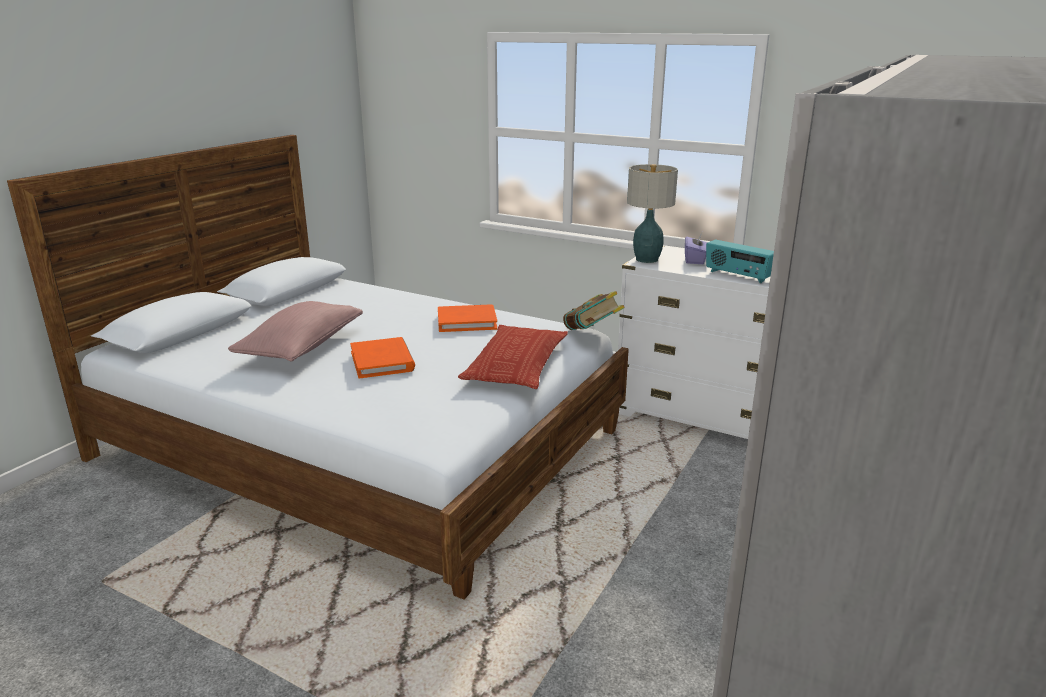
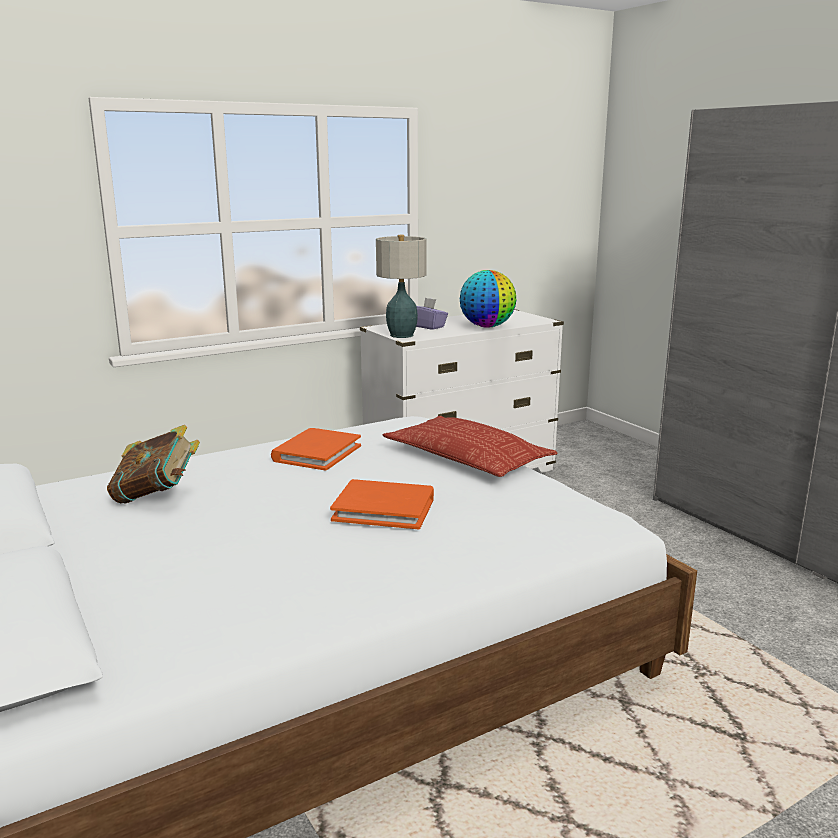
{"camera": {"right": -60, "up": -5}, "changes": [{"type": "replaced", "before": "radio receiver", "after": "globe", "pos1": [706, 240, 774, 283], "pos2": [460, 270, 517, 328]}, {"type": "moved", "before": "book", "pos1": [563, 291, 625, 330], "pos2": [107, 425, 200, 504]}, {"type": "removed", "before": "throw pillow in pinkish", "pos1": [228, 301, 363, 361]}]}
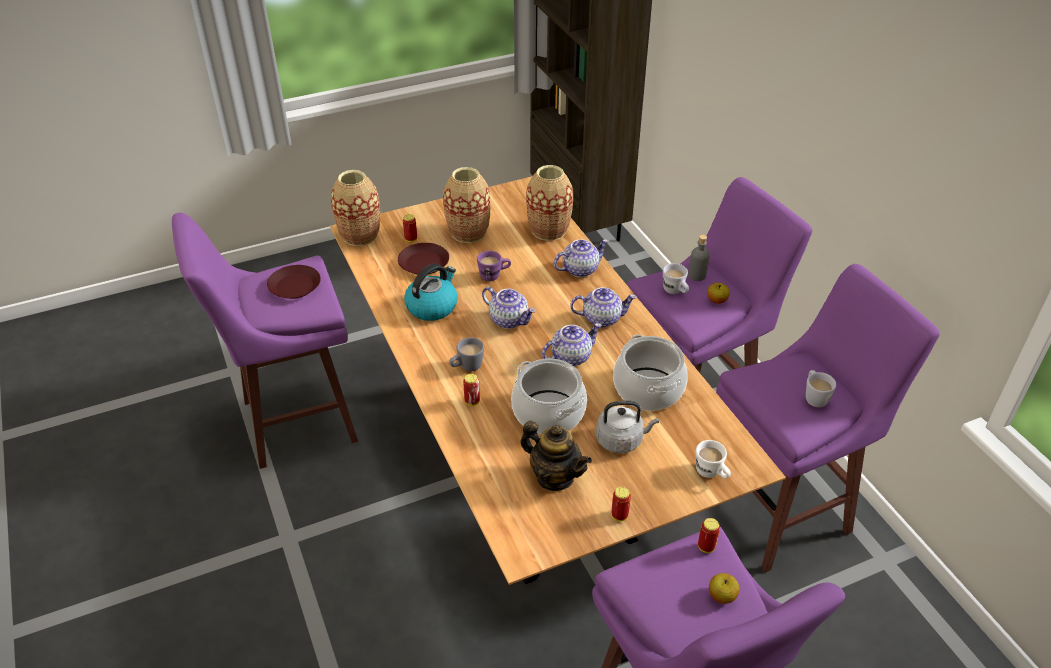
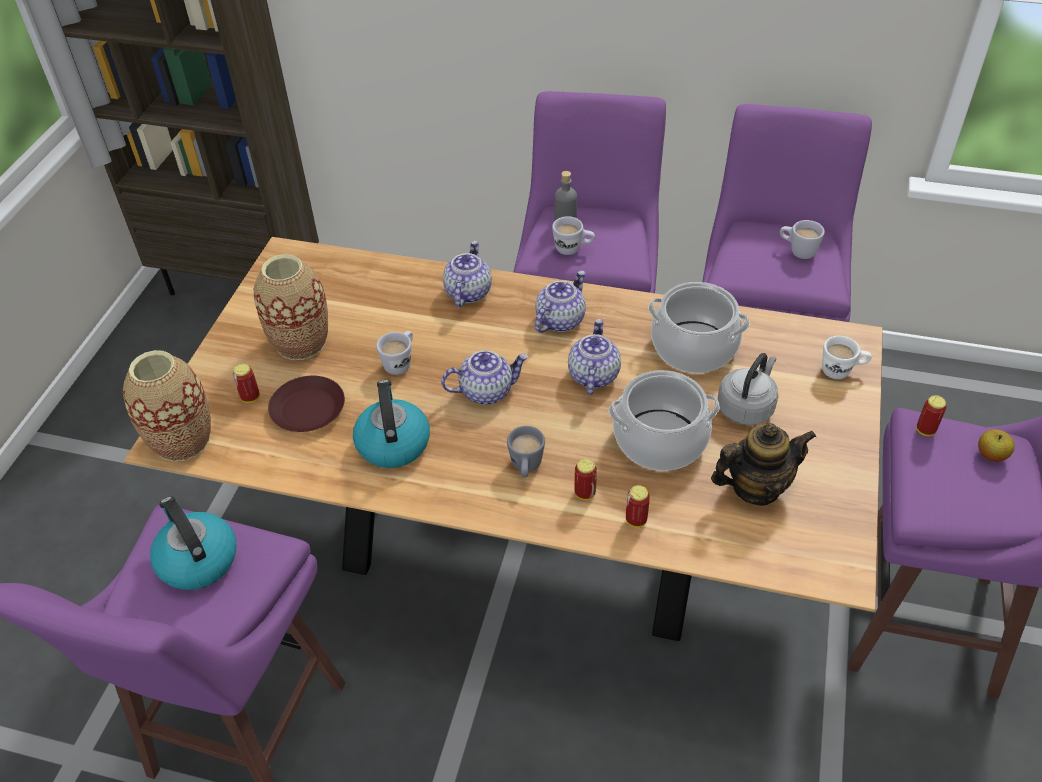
{"camera": {"right": -50, "up": 5}, "changes": [{"type": "removed", "before": "vase", "pos1": [526, 165, 573, 241]}, {"type": "recoloured", "before": "tea mug in purplish", "after": "tea mug in white", "pos1": [477, 251, 511, 281], "pos2": [376, 331, 413, 375]}, {"type": "replaced", "before": "flat dish in brown-coloured", "after": "water kettle", "pos1": [267, 265, 321, 299], "pos2": [150, 496, 236, 590]}, {"type": "removed", "before": "apple fruit", "pos1": [707, 283, 730, 304]}, {"type": "moved", "before": "can", "pos1": [612, 486, 631, 521], "pos2": [626, 485, 650, 528]}]}
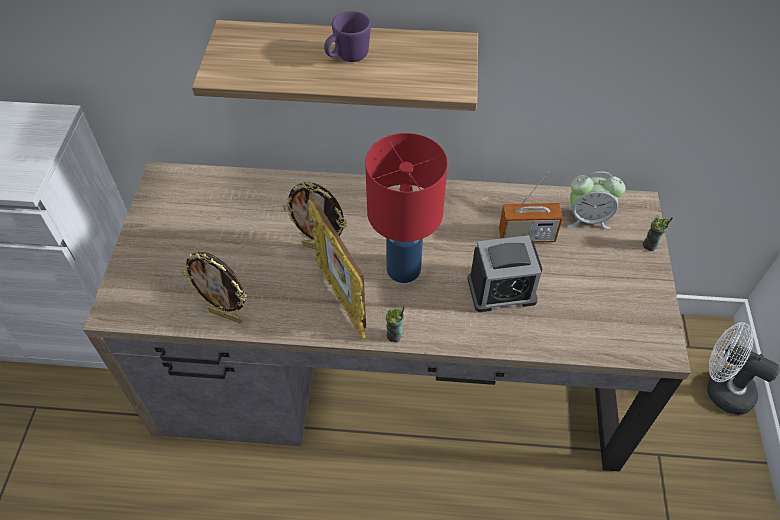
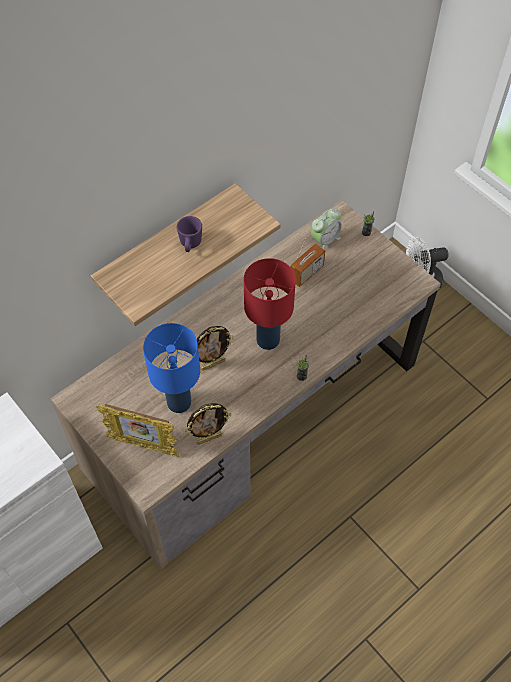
{"camera": {"right": -45, "up": 5}, "changes": [{"type": "moved", "before": "picture frame", "pos1": [307, 200, 366, 340], "pos2": [96, 404, 179, 457]}, {"type": "removed", "before": "bedside clock", "pos1": [467, 235, 542, 312]}, {"type": "added", "after": "lamp for a table in blue", "pos2": [143, 323, 200, 413]}]}
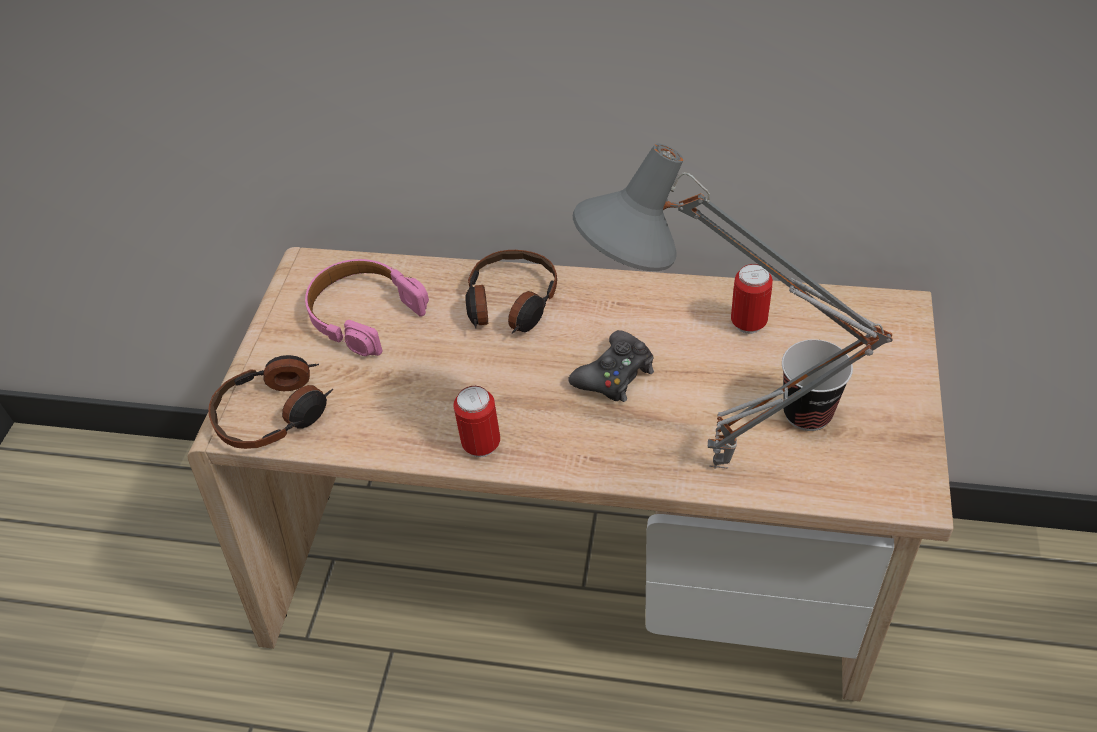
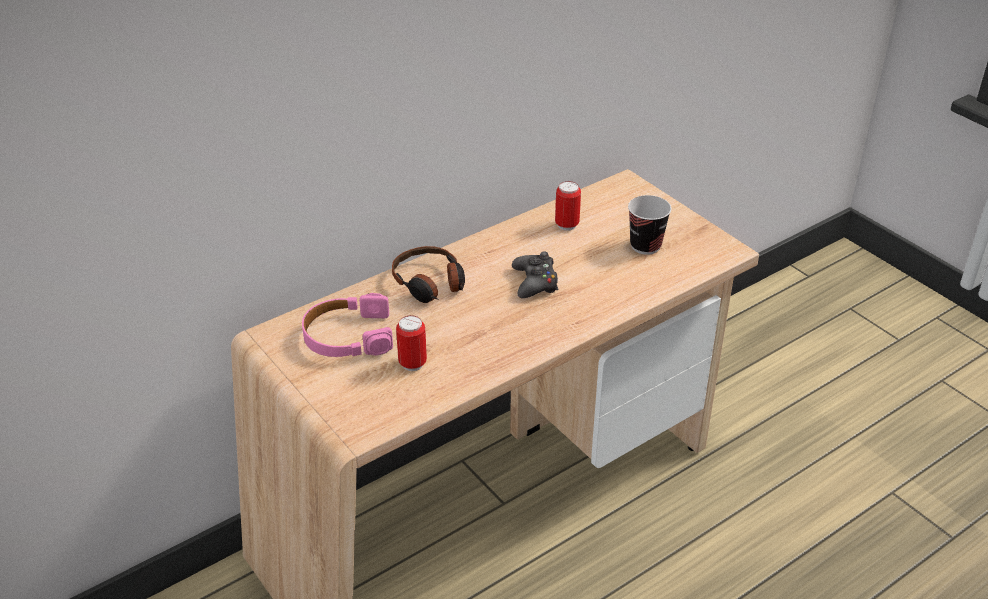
{"camera": {"right": -50, "up": -10}, "changes": [{"type": "removed", "before": "lamp for a table in greyish", "pos1": [573, 144, 893, 469]}, {"type": "removed", "before": "headphones", "pos1": [208, 355, 333, 449]}, {"type": "moved", "before": "can", "pos1": [454, 386, 500, 457], "pos2": [396, 315, 427, 371]}]}
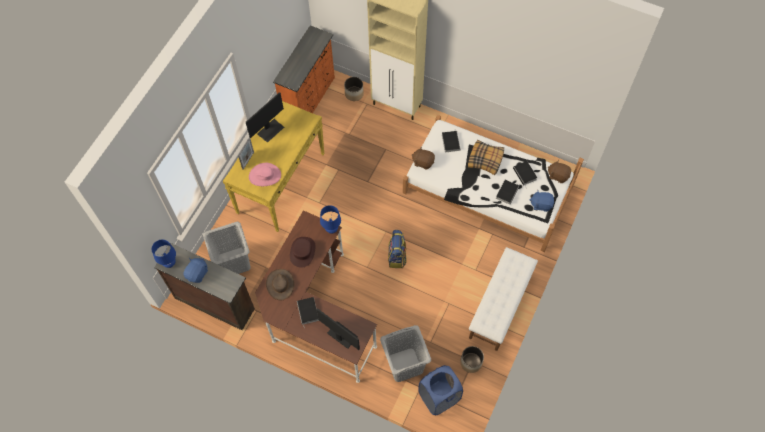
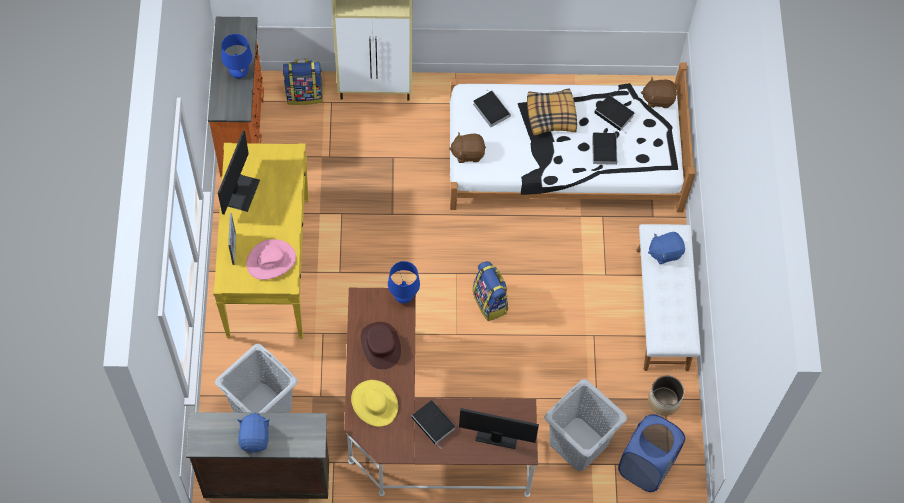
{"camera": {"right": -30, "up": 0}, "changes": [{"type": "replaced", "before": "plant pot", "after": "backpack", "pos1": [344, 77, 364, 101], "pos2": [283, 59, 323, 105]}, {"type": "moved", "before": "soft toy in blue", "pos1": [529, 190, 554, 212], "pos2": [648, 232, 685, 264]}, {"type": "moved", "before": "lamp for a table in blue", "pos1": [152, 239, 176, 268], "pos2": [221, 34, 252, 79]}, {"type": "recoloured", "before": "hat in brown-coloured", "after": "hat in yellowish", "pos1": [266, 269, 295, 301], "pos2": [351, 380, 398, 427]}]}
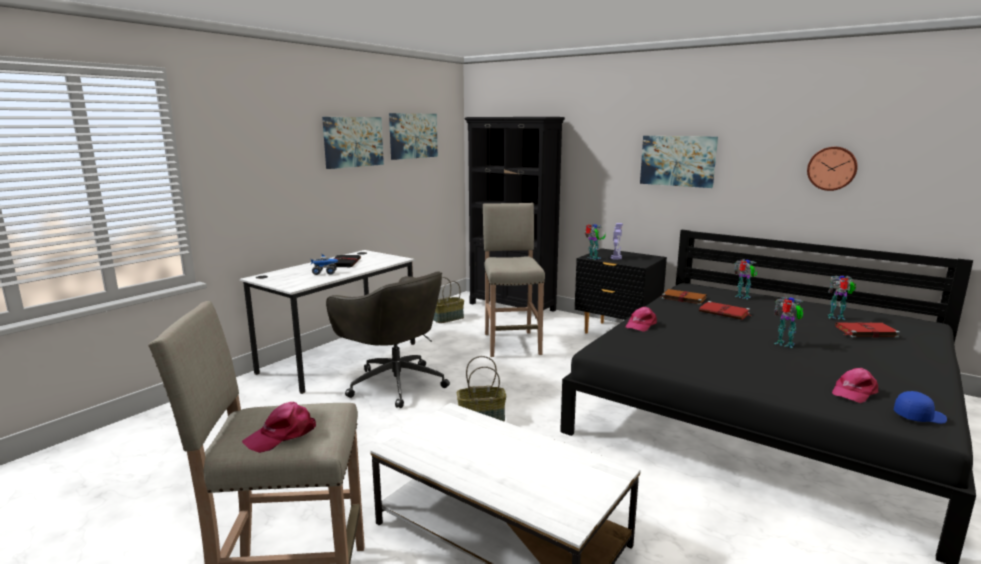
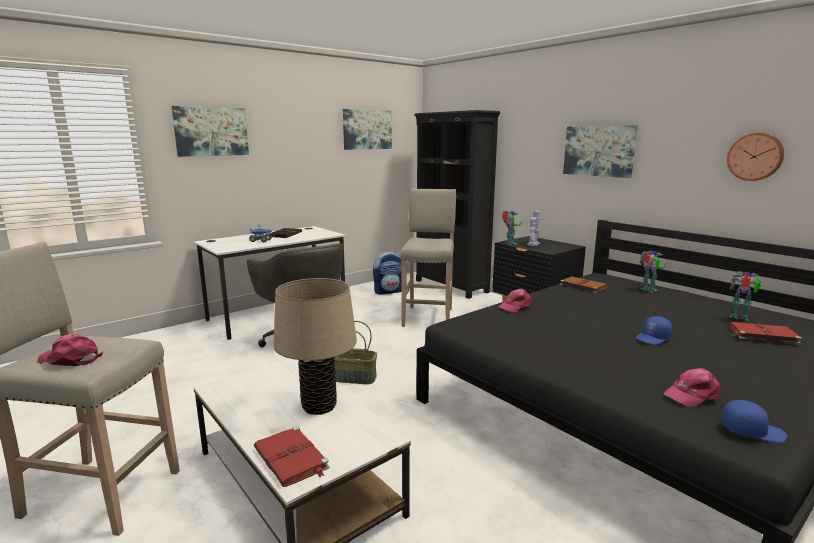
{"camera": {"right": 15, "up": 0}, "changes": [{"type": "moved", "before": "wall picture", "pos1": [322, 117, 384, 169], "pos2": [171, 106, 249, 157]}, {"type": "replaced", "before": "basket", "after": "backpack", "pos1": [433, 277, 464, 323], "pos2": [373, 252, 402, 295]}, {"type": "replaced", "before": "model robot", "after": "cap in blue", "pos1": [774, 296, 804, 348], "pos2": [636, 316, 672, 345]}, {"type": "moved", "before": "book in reddish", "pos1": [699, 301, 752, 320], "pos2": [254, 426, 330, 487]}, {"type": "turned", "before": "cap in pinkish", "pos1": [242, 402, 316, 453], "pos2": [37, 334, 103, 366], "turn": 45}, {"type": "added", "after": "lamp for a table in sand-coloured", "pos2": [274, 278, 357, 415]}]}
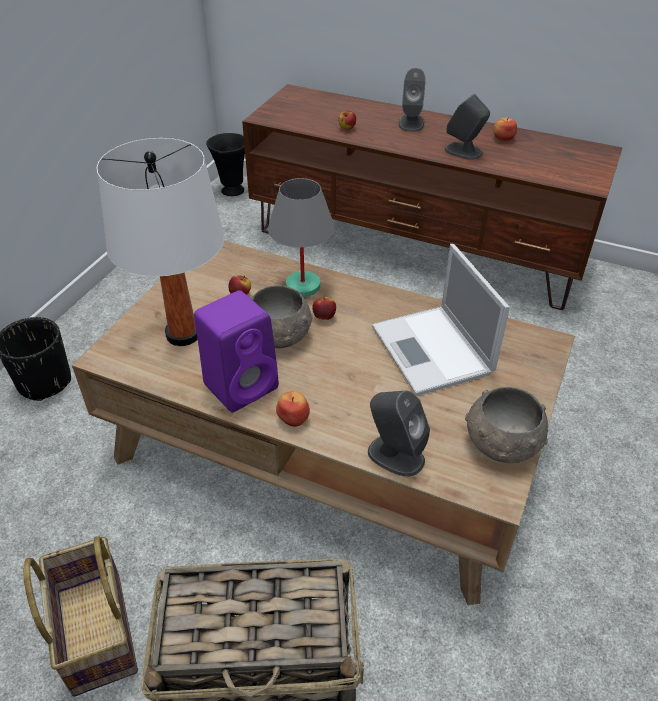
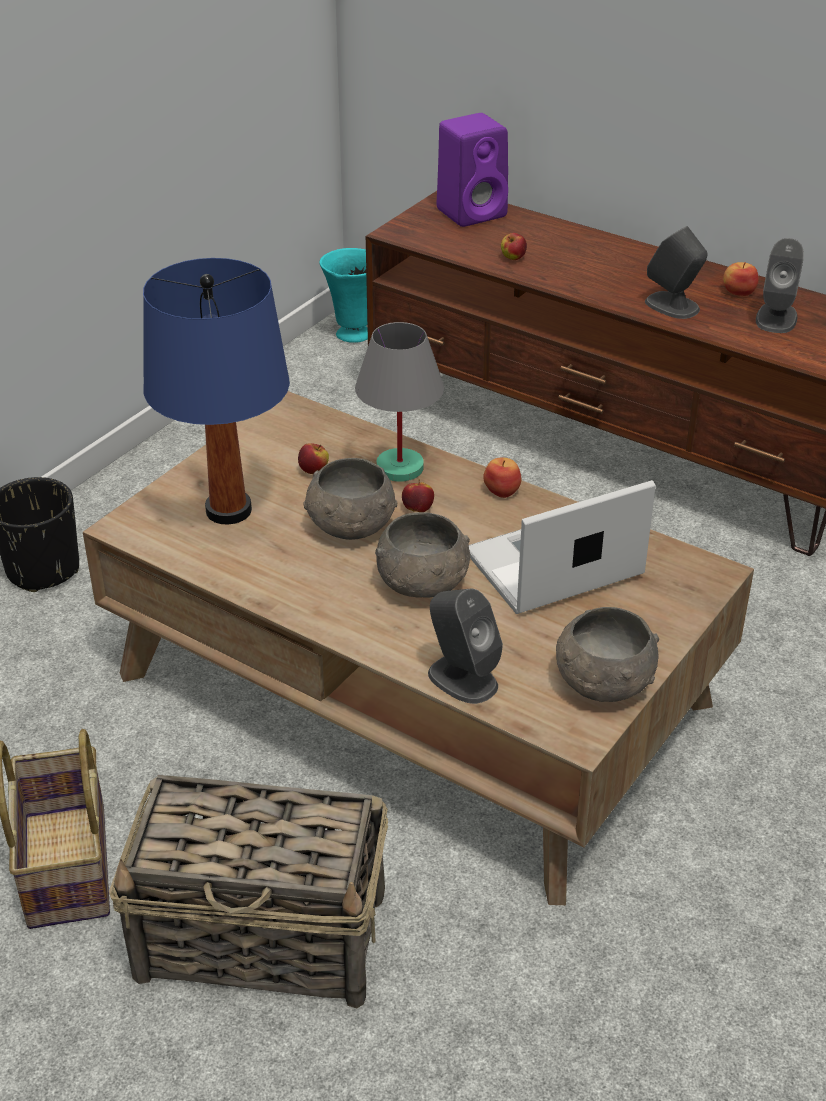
{"camera": {"right": 10, "up": -5}, "changes": [{"type": "moved", "before": "audio speaker in greyish", "pos1": [399, 68, 426, 132], "pos2": [756, 238, 804, 333]}, {"type": "recoloured", "before": "vase in black", "after": "vase in turquoise", "pos1": [206, 133, 245, 196], "pos2": [319, 248, 368, 343]}, {"type": "recoloured", "before": "lamp for a table in white", "after": "lamp for a table in blue", "pos1": [96, 138, 224, 346], "pos2": [143, 258, 290, 525]}, {"type": "turned", "before": "notebook computer", "pos1": [372, 244, 510, 396], "pos2": [469, 480, 656, 614], "turn": 75}, {"type": "moved", "before": "audio speaker in purplish", "pos1": [194, 290, 279, 412], "pos2": [437, 113, 508, 227]}, {"type": "moved", "before": "apple fruit", "pos1": [276, 391, 310, 427], "pos2": [483, 457, 521, 498]}, {"type": "added", "after": "bowl in greyish", "pos2": [375, 512, 470, 598]}]}
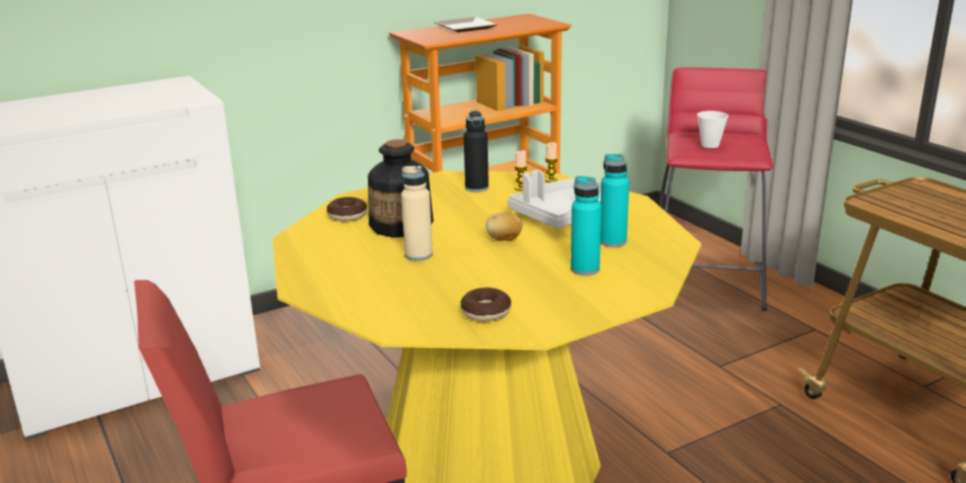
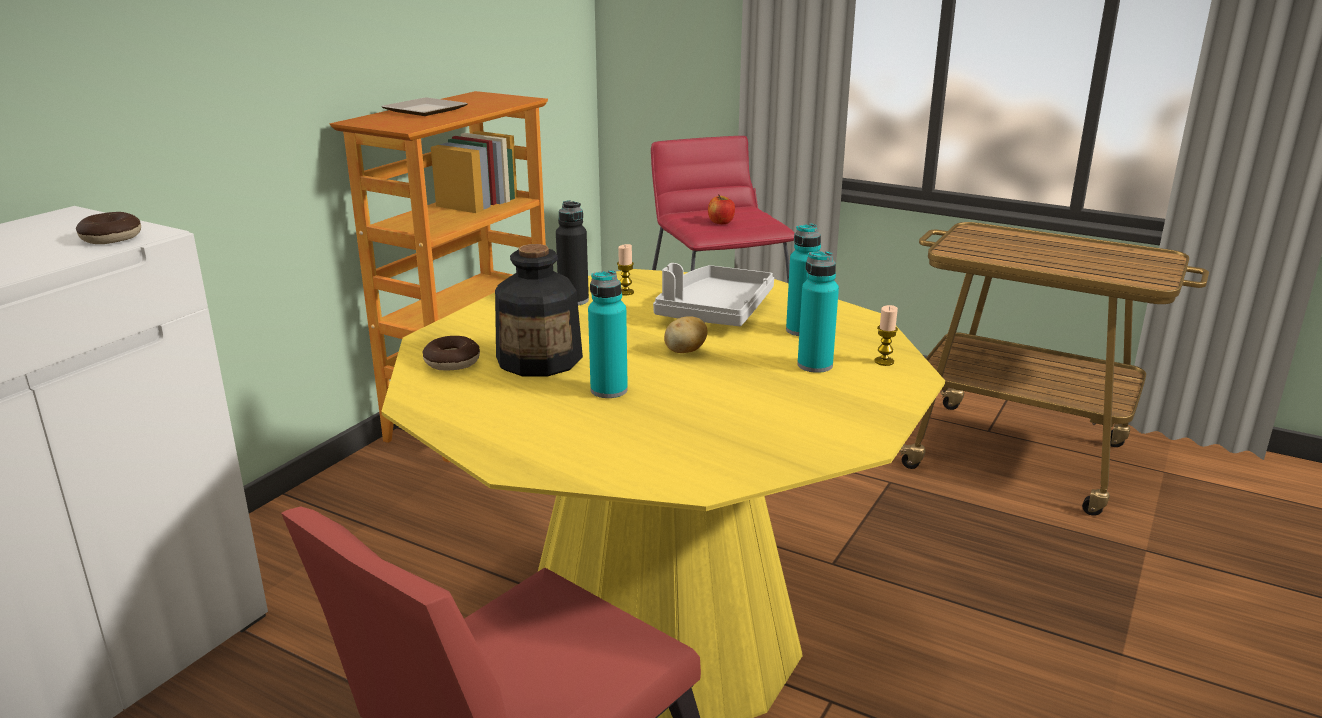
{"camera": {"right": -30, "up": 0}, "changes": [{"type": "replaced", "before": "small cup", "after": "apple fruit", "pos1": [697, 111, 728, 148], "pos2": [708, 194, 735, 224]}, {"type": "moved", "before": "candle", "pos1": [545, 142, 558, 183], "pos2": [874, 305, 898, 366]}, {"type": "recoloured", "before": "bottle in sand-coloured", "after": "bottle in turquoise", "pos1": [401, 166, 433, 261], "pos2": [588, 270, 628, 398]}, {"type": "moved", "before": "doughnut", "pos1": [461, 288, 511, 322], "pos2": [76, 212, 141, 244]}]}
